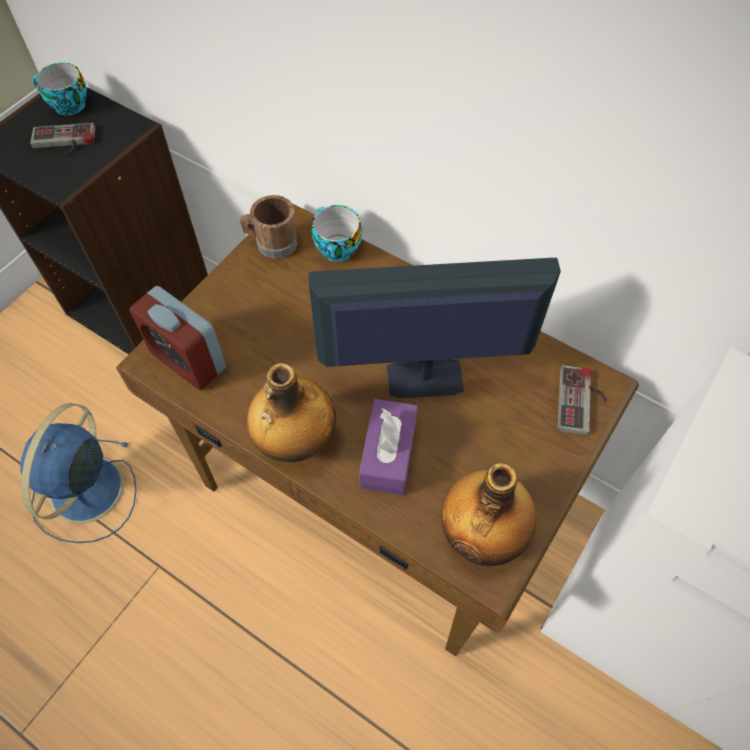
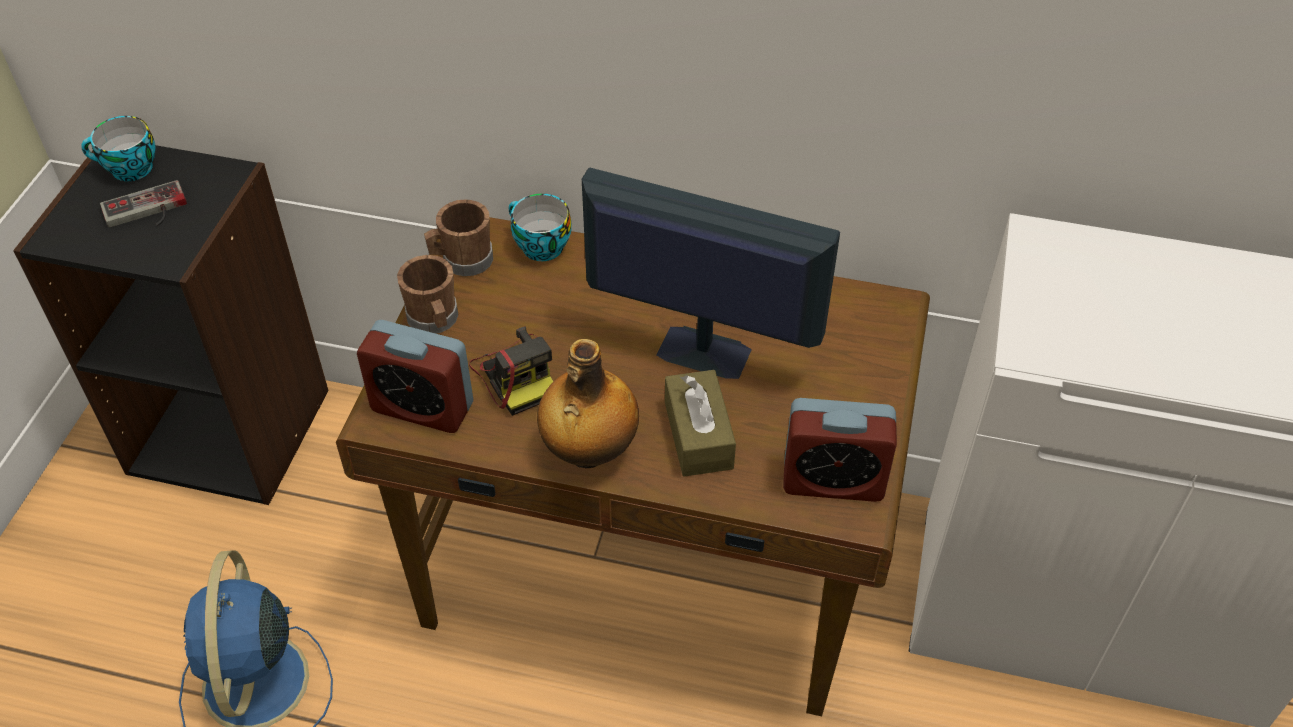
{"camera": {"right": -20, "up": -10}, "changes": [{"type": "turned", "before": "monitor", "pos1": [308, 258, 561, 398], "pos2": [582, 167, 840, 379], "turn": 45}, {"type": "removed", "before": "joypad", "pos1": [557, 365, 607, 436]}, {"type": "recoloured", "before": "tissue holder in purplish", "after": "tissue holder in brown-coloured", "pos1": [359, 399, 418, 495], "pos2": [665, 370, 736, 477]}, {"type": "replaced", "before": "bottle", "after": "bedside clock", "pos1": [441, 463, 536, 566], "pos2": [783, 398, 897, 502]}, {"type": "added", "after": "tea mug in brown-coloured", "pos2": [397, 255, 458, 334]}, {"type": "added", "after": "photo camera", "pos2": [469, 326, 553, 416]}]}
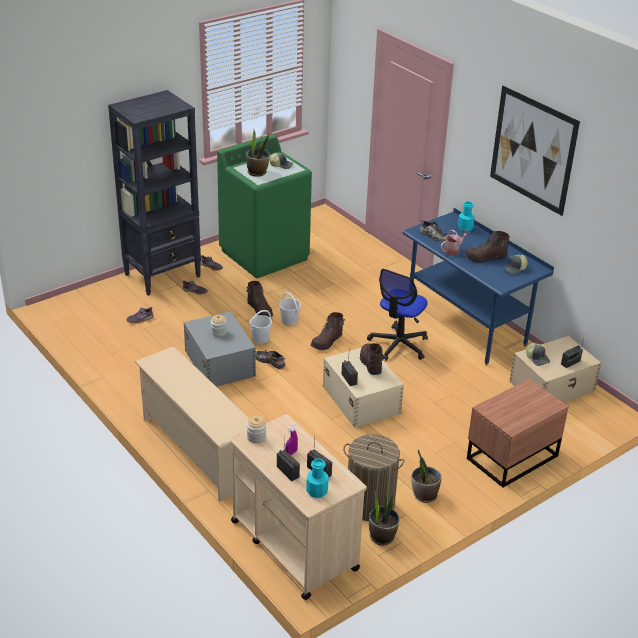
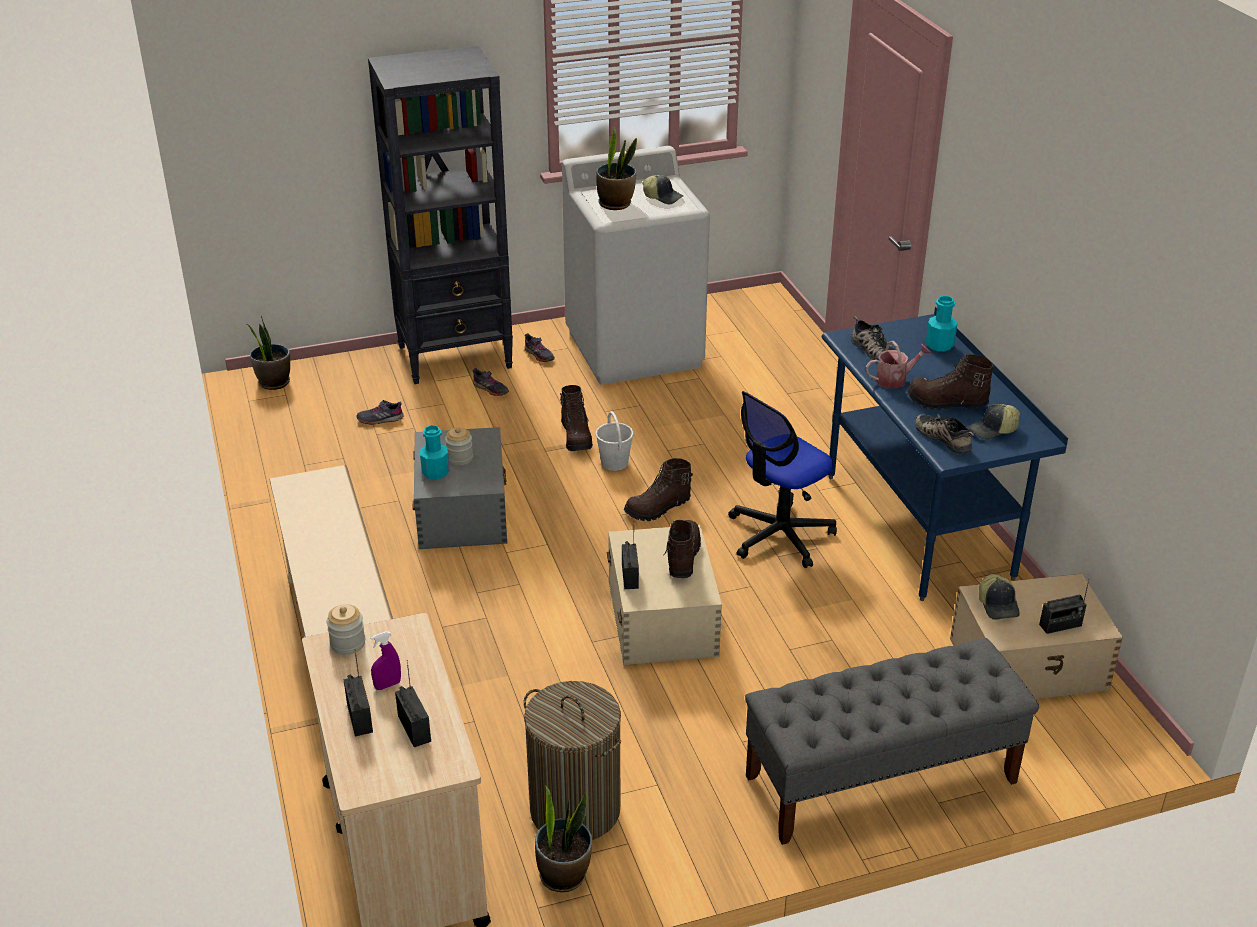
{"camera": {"right": 20, "up": 0}, "changes": [{"type": "removed", "before": "wall picture", "pos1": [490, 86, 580, 216]}, {"type": "recoloured", "before": "washing machine in greenish", "after": "washing machine in white", "pos1": [217, 134, 312, 278], "pos2": [562, 146, 710, 385]}, {"type": "removed", "before": "pail in white", "pos1": [249, 310, 272, 344]}, {"type": "moved", "before": "shoe", "pos1": [255, 350, 286, 369], "pos2": [915, 414, 974, 454]}, {"type": "replaced", "before": "nightstand in brown-coloured", "after": "long seat in greyish", "pos1": [467, 379, 569, 488], "pos2": [745, 638, 1039, 845]}, {"type": "moved", "before": "potted plant", "pos1": [412, 450, 442, 503], "pos2": [247, 316, 290, 390]}, {"type": "moved", "before": "bottle in turquoise", "pos1": [306, 458, 329, 498], "pos2": [420, 425, 450, 480]}]}
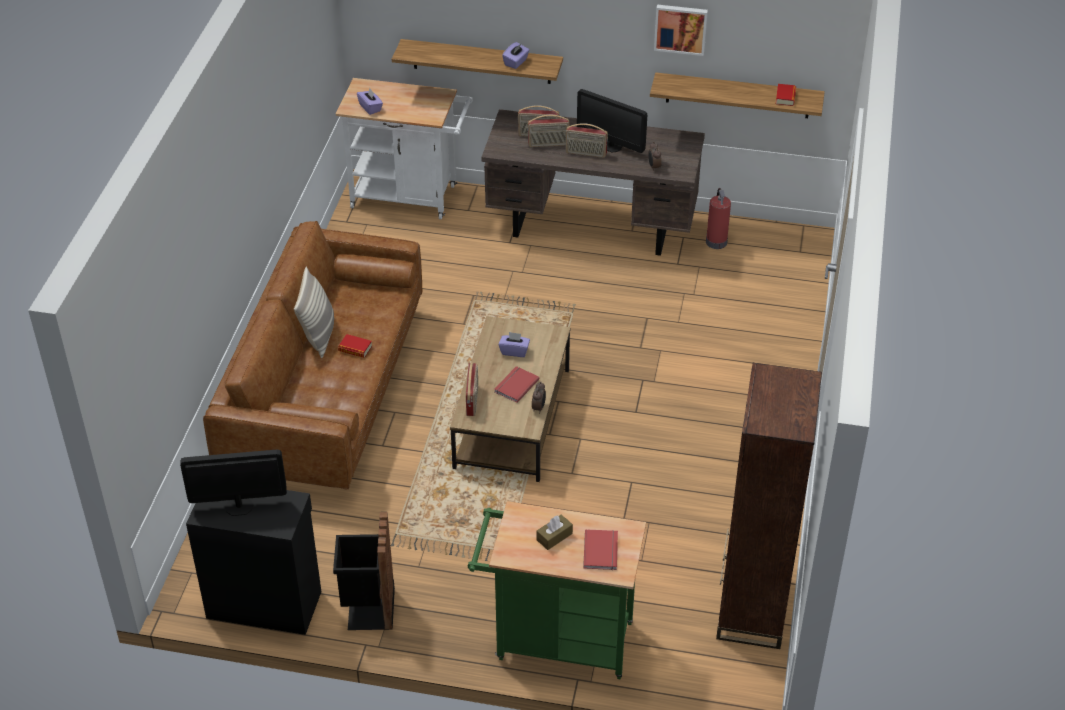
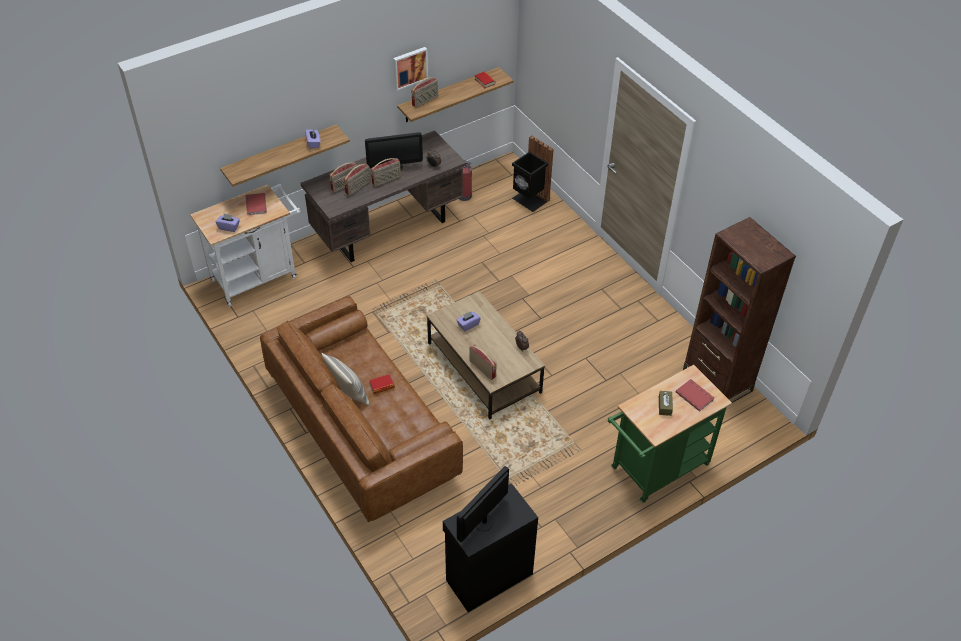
{"camera": {"right": -45, "up": 5}, "changes": [{"type": "moved", "before": "book in reddish", "pos1": [494, 366, 539, 403], "pos2": [245, 193, 267, 215]}, {"type": "moved", "before": "waste bin in black", "pos1": [333, 512, 395, 630], "pos2": [512, 136, 554, 212]}, {"type": "added", "after": "radio receiver", "pos2": [411, 78, 438, 108]}]}
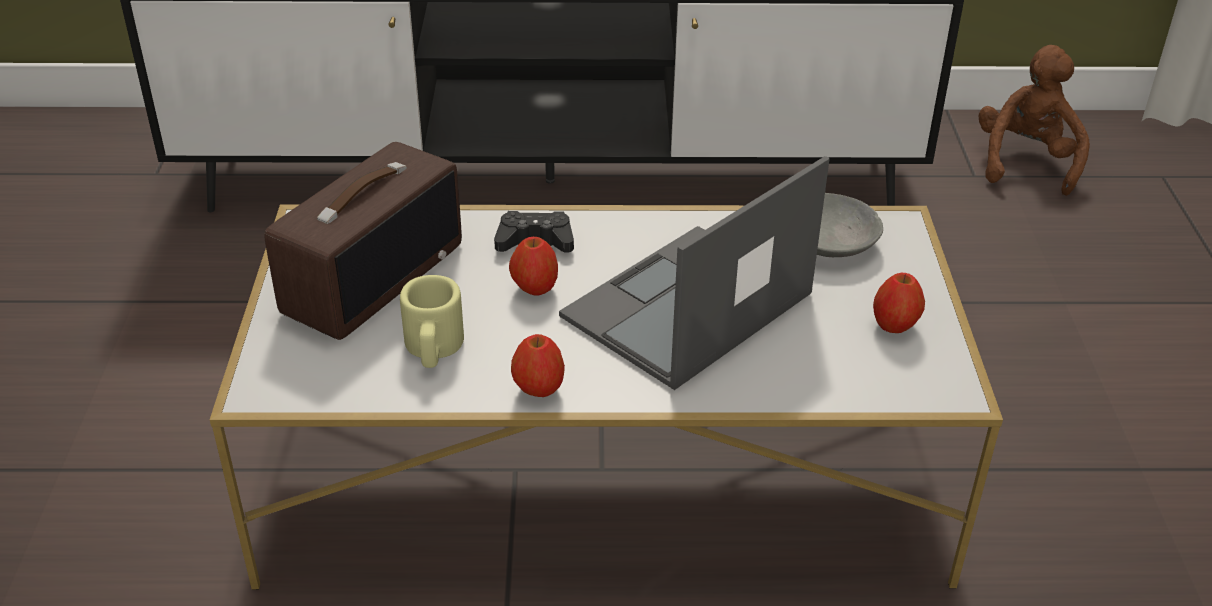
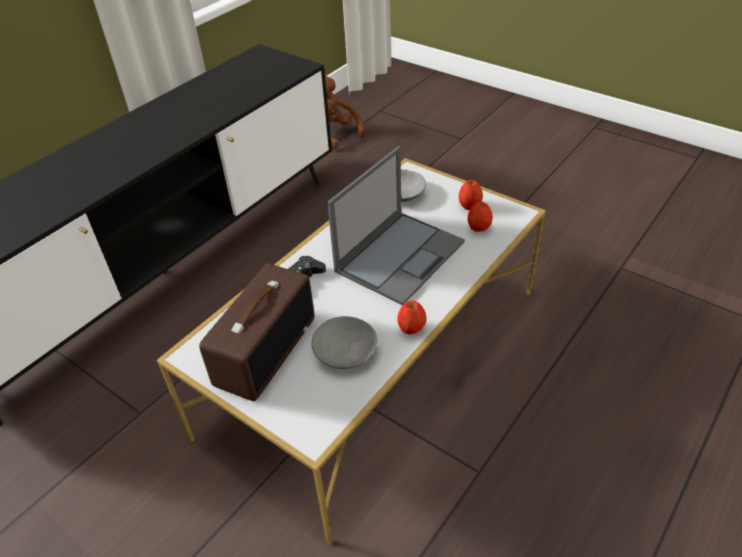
{"camera": {"right": -50, "up": 5}, "changes": [{"type": "turned", "before": "radio receiver", "pos1": [264, 142, 462, 340], "pos2": [199, 264, 314, 401], "turn": 45}, {"type": "turned", "before": "notebook computer", "pos1": [559, 156, 829, 390], "pos2": [327, 146, 465, 305], "turn": -135}, {"type": "moved", "before": "apple fruit", "pos1": [509, 237, 558, 296], "pos2": [467, 202, 493, 232]}, {"type": "replaced", "before": "tea mug in sand-coloured", "after": "bowl in greyish", "pos1": [400, 275, 464, 368], "pos2": [312, 316, 378, 369]}]}
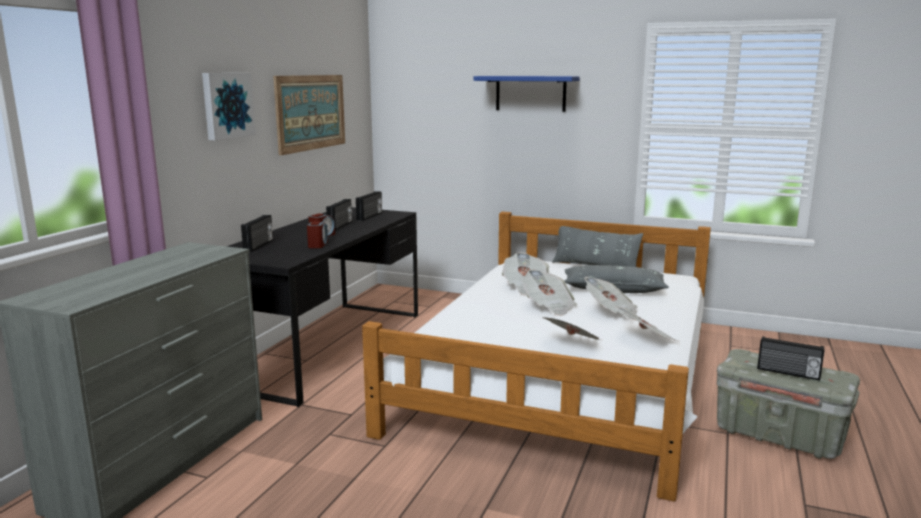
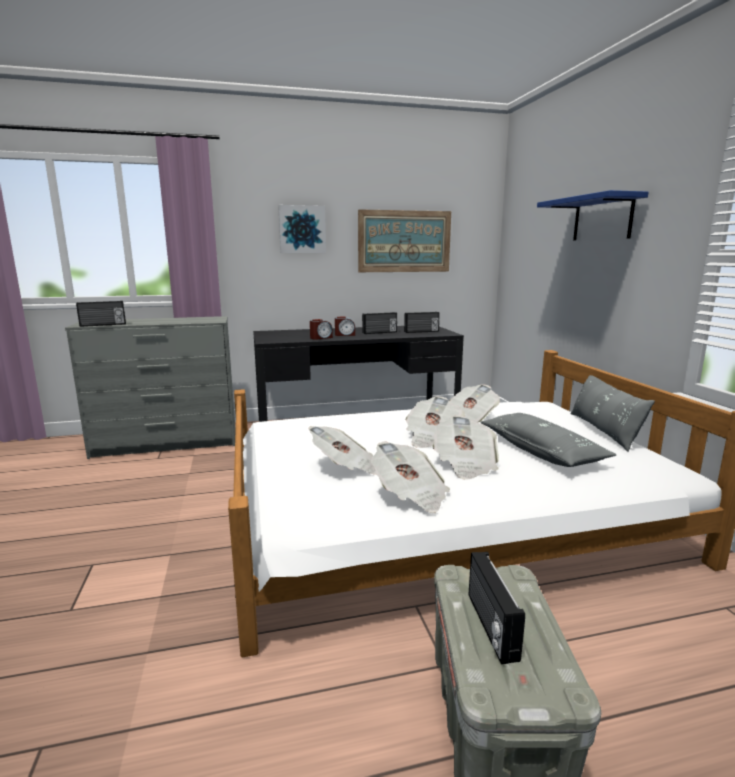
{"camera": {"right": 55, "up": 0}, "changes": [{"type": "moved", "before": "radio receiver", "pos1": [241, 215, 273, 252], "pos2": [76, 301, 126, 327]}]}
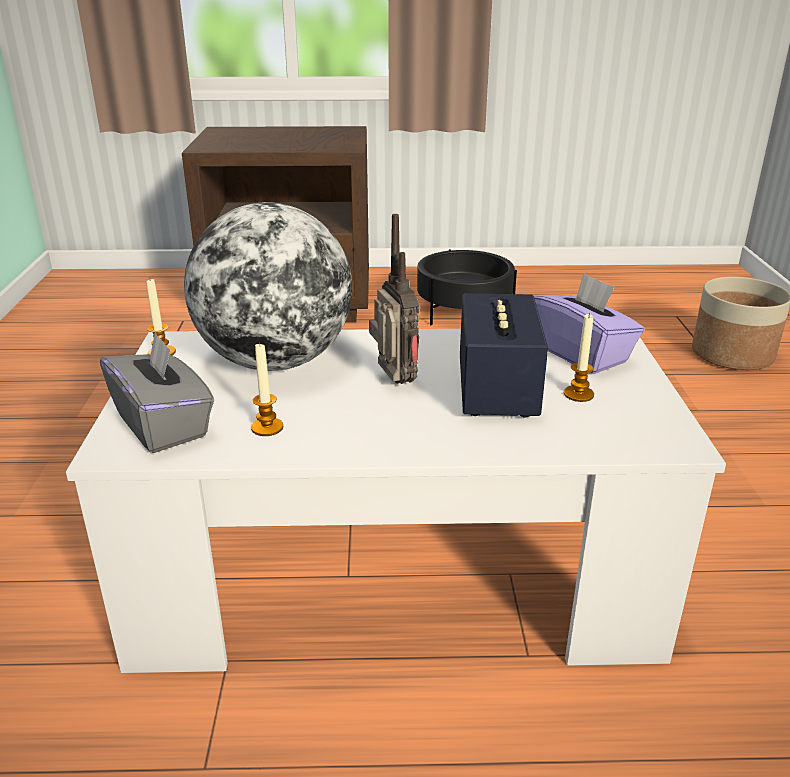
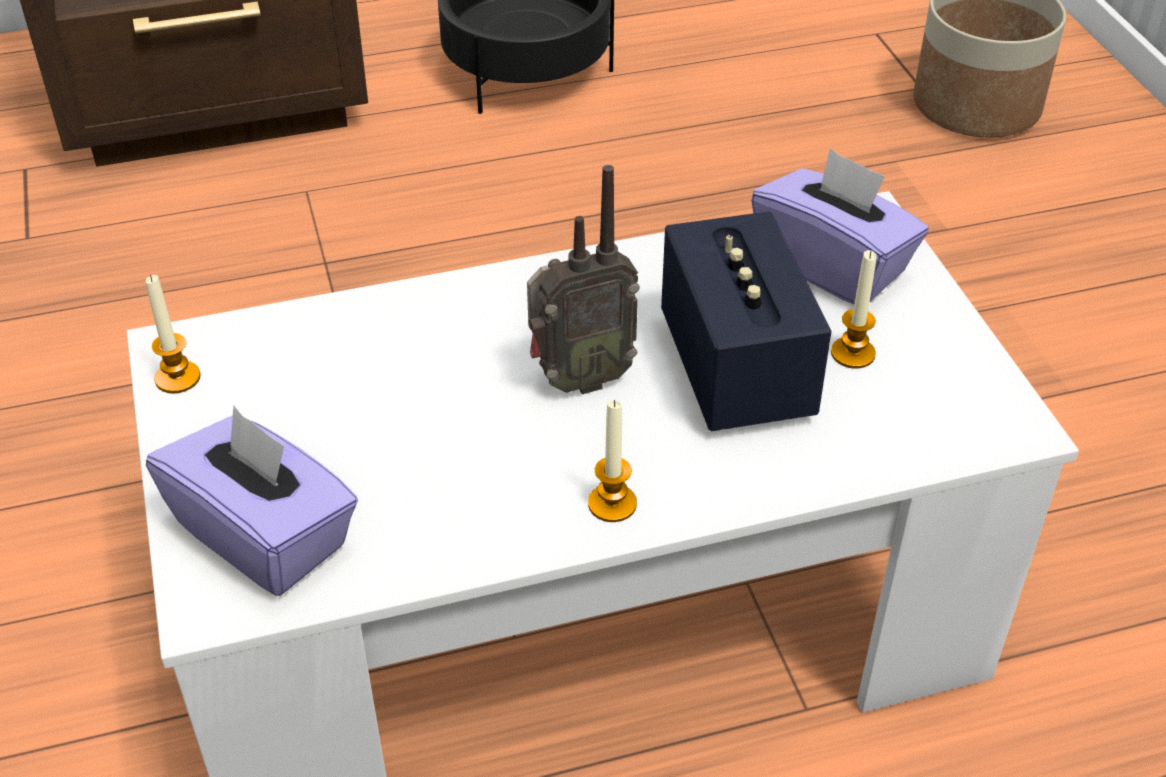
{"camera": {"right": -15, "up": 15}, "changes": [{"type": "removed", "before": "globe", "pos1": [184, 202, 352, 371]}, {"type": "turned", "before": "radio receiver", "pos1": [369, 214, 420, 384], "pos2": [527, 165, 640, 394], "turn": 105}, {"type": "recoloured", "before": "tissue holder in greyish", "after": "tissue holder in purplish", "pos1": [100, 331, 214, 453], "pos2": [146, 406, 358, 596]}, {"type": "moved", "before": "candle", "pos1": [251, 342, 283, 436], "pos2": [588, 400, 637, 522]}]}
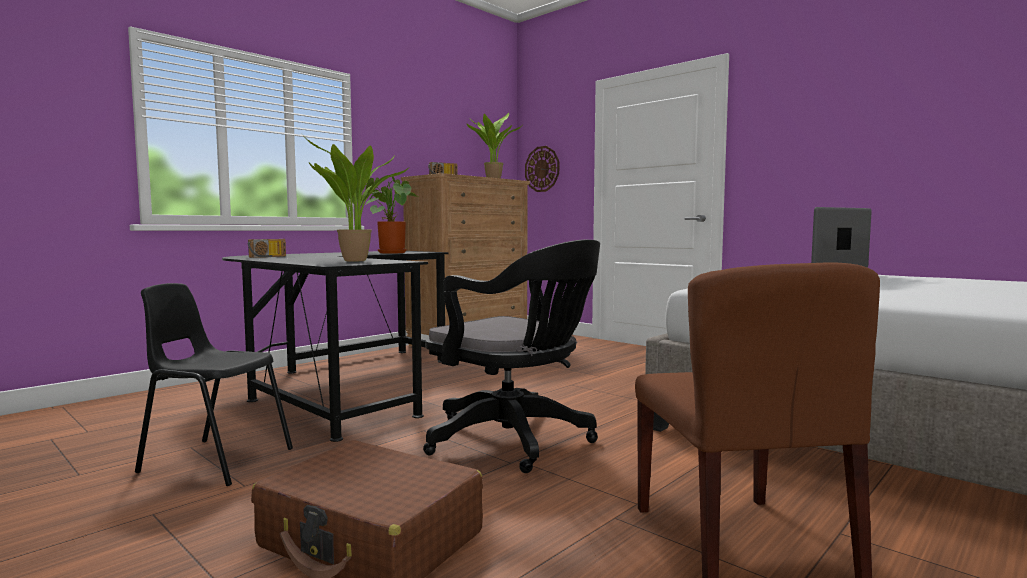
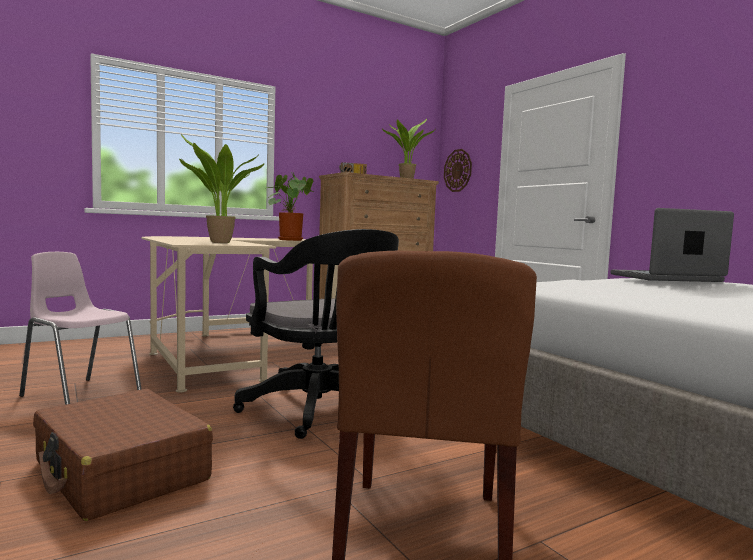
{"camera": {"right": 15, "up": 0}, "changes": [{"type": "removed", "before": "radio receiver", "pos1": [248, 239, 286, 258]}, {"type": "recoloured", "before": "desk table in black", "after": "desk table in sand-coloured", "pos1": [222, 251, 448, 442], "pos2": [141, 236, 338, 393]}, {"type": "recoloured", "before": "chair in black", "after": "chair in pinkish", "pos1": [135, 283, 293, 486], "pos2": [19, 252, 142, 405]}]}
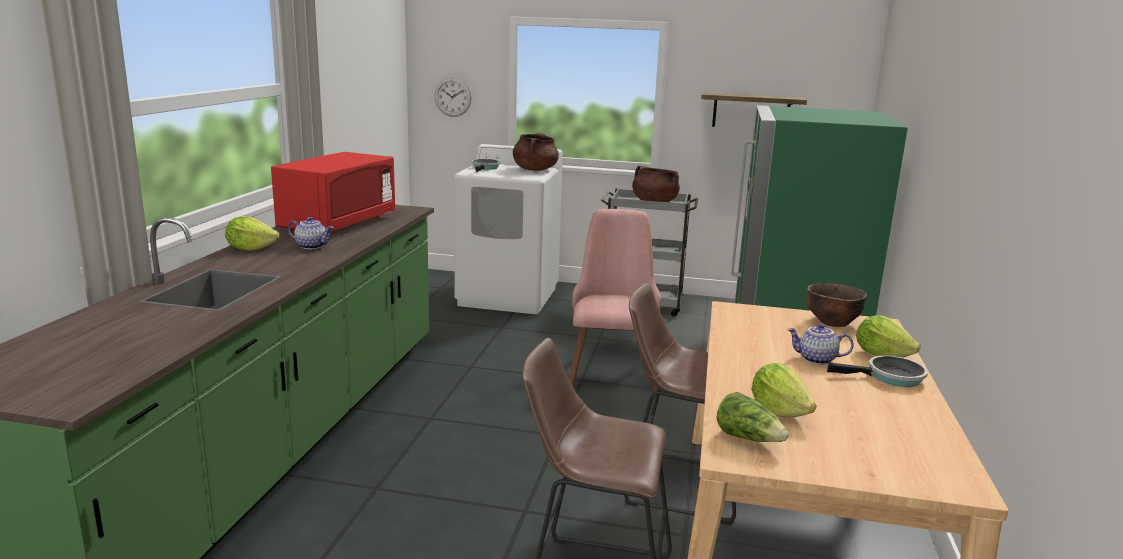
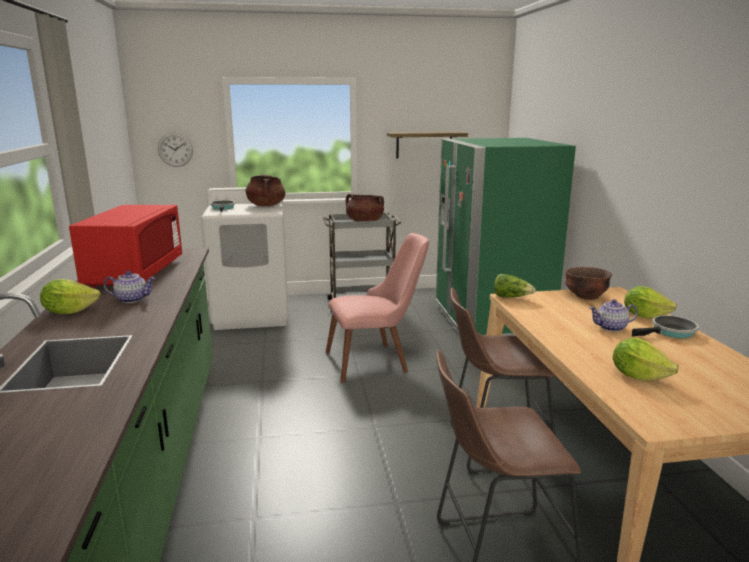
{"camera": {"right": -20, "up": 0}, "changes": [{"type": "turned", "before": "chair in pinkish", "pos1": [569, 209, 661, 392], "pos2": [326, 233, 429, 383], "turn": 90}, {"type": "moved", "before": "lettuce head", "pos1": [717, 392, 789, 442], "pos2": [494, 274, 536, 298]}]}
